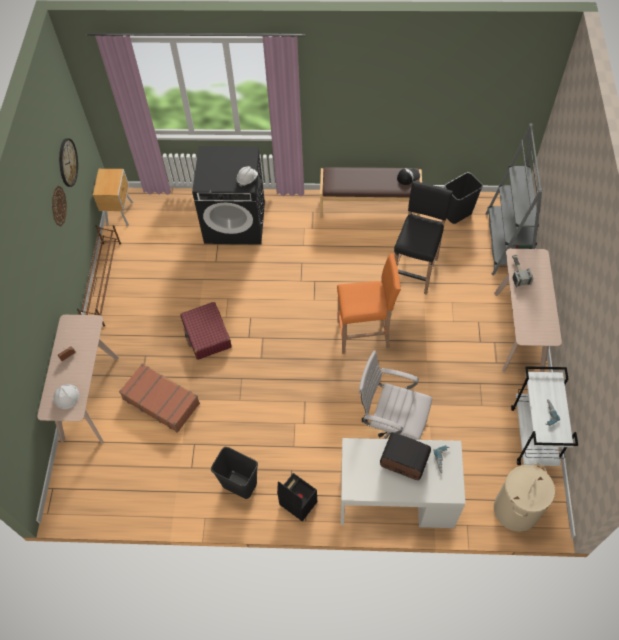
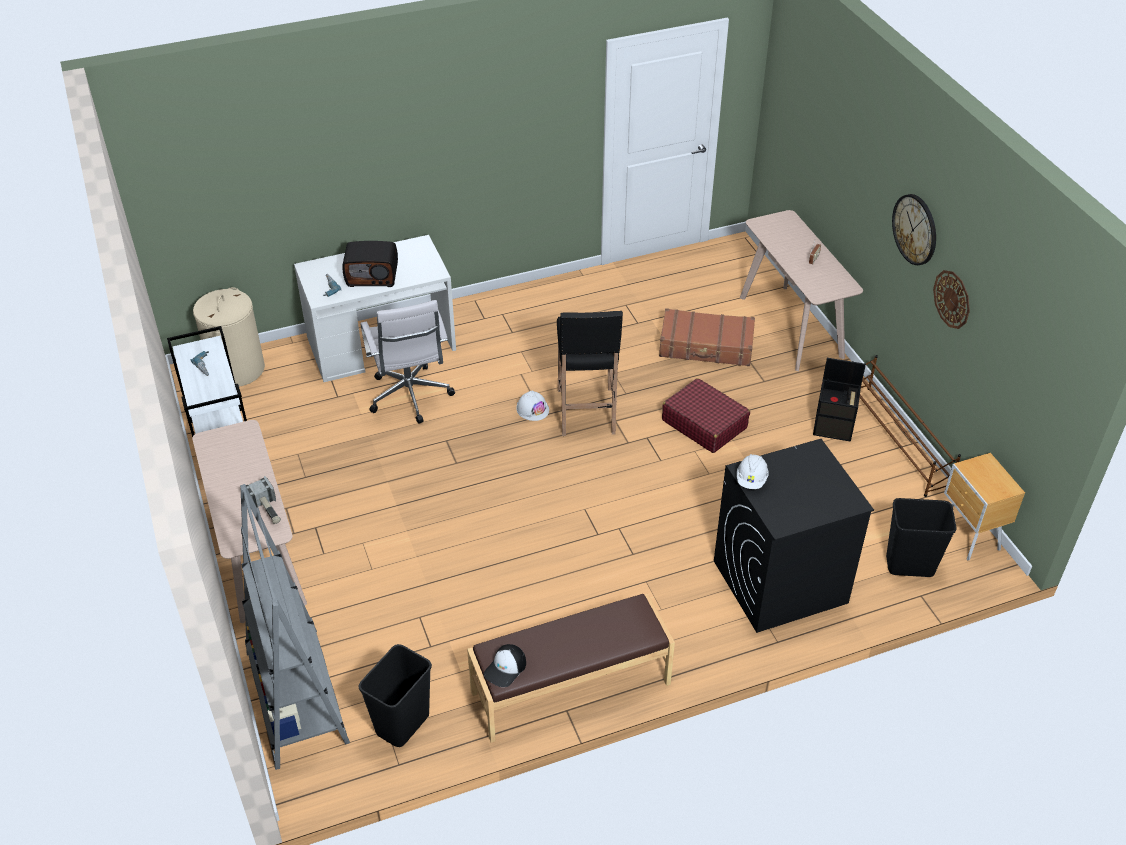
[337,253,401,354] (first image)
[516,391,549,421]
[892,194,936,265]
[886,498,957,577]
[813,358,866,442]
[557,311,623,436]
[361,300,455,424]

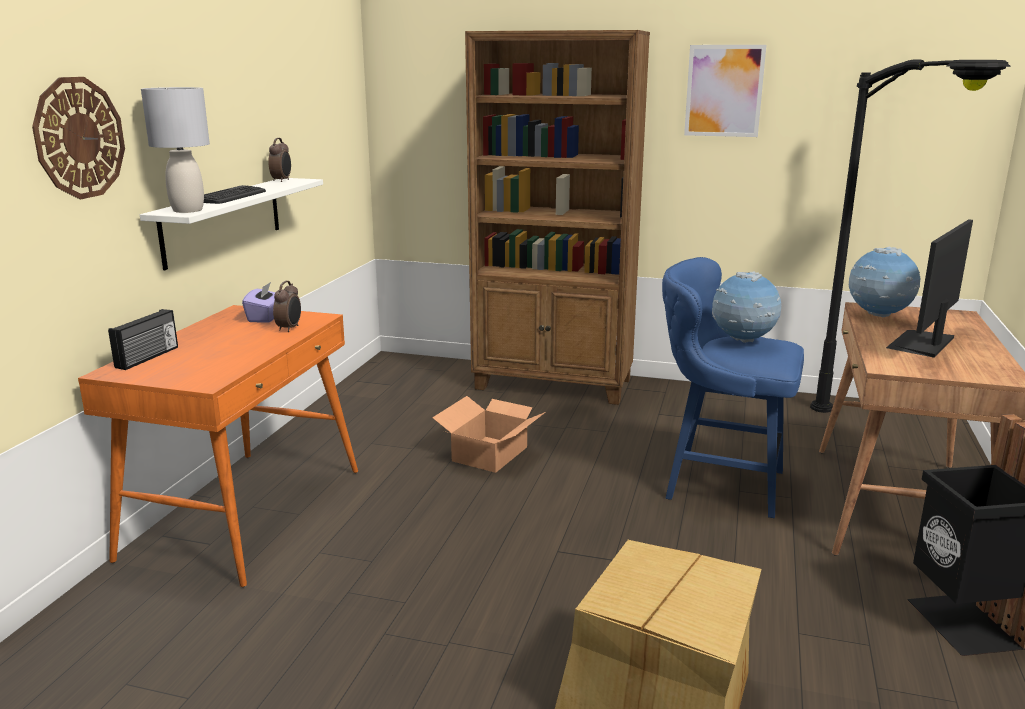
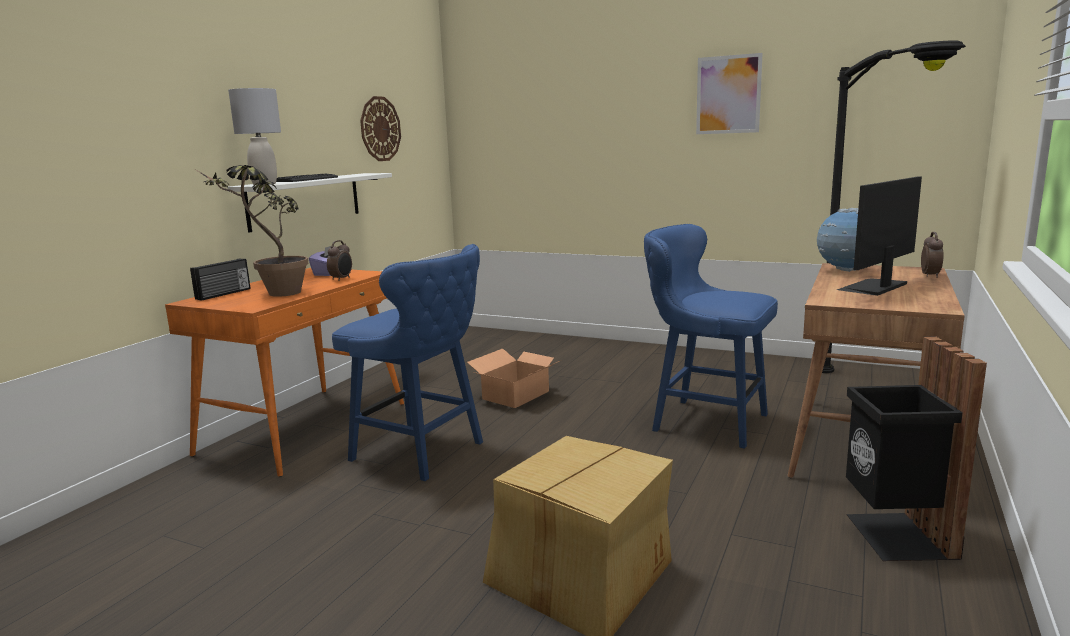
[465,30,650,405] (first image)
[712,271,781,343] (first image)
[196,165,308,297]
[332,244,483,481]
[360,96,401,161]
[921,232,944,278]

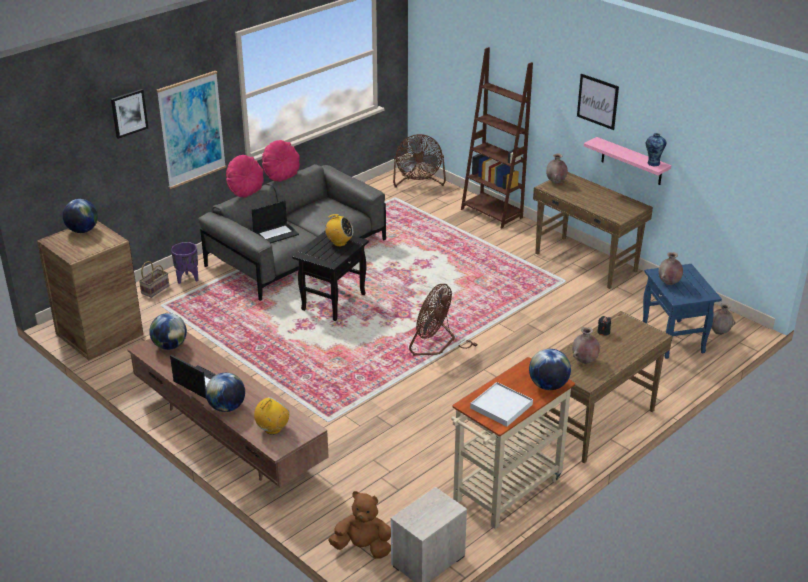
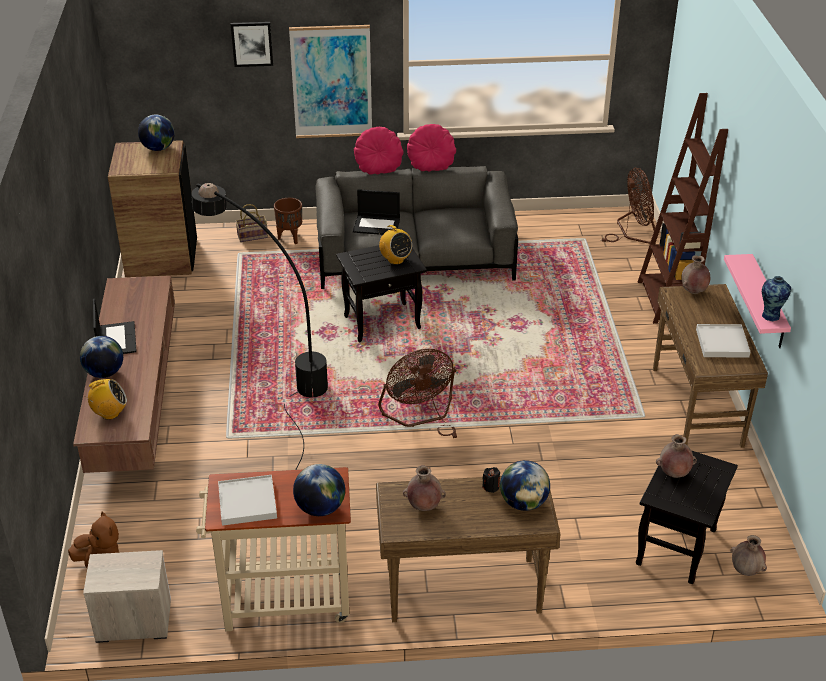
[577,74,619,130] (first image)
[191,183,328,470]
[696,324,750,358]
[500,460,550,511]
[274,198,302,244]
[636,451,738,584]
[601,167,655,245]

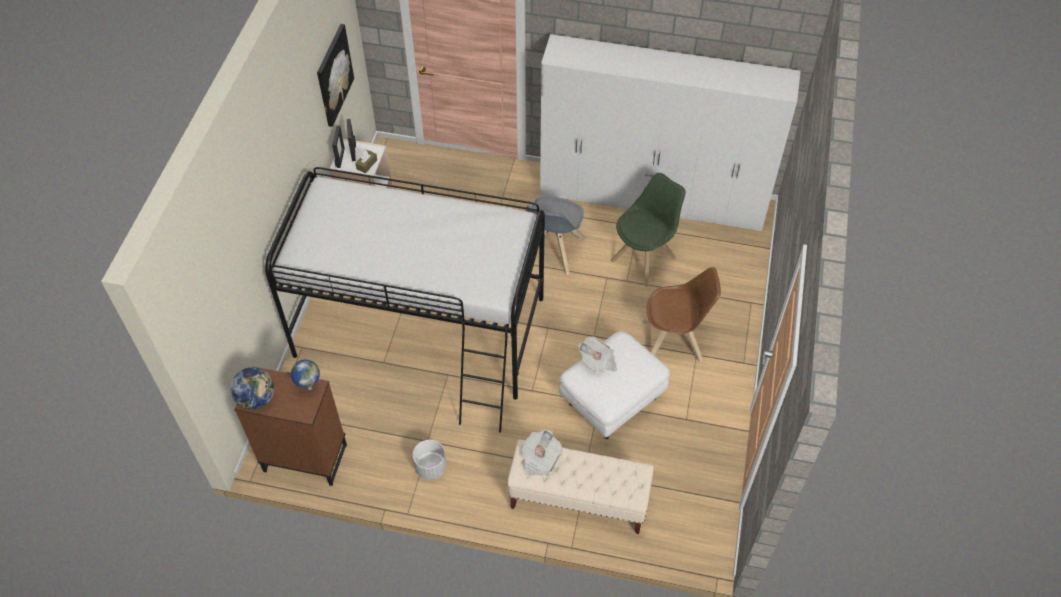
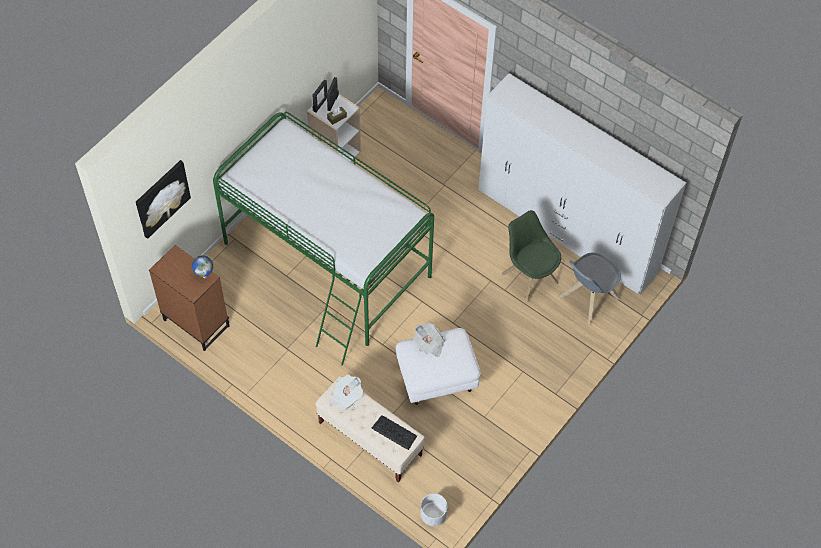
[230,367,274,410] (first image)
[641,267,721,362] (first image)
[372,415,417,450]
[136,160,191,239]
[421,494,448,526]
[559,252,621,324]
[213,112,434,365]
[502,210,561,304]

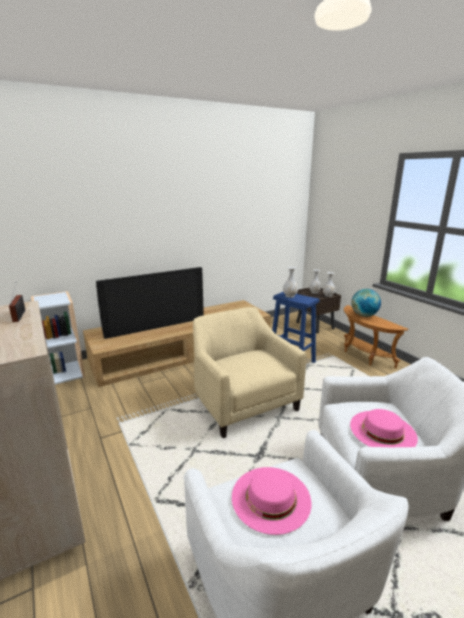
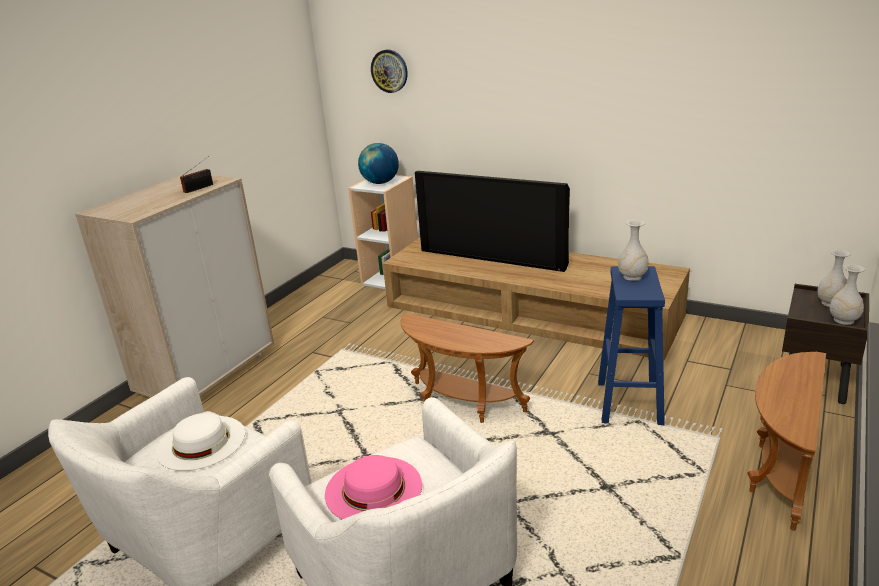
[371,50,408,93]
[358,143,399,184]
[401,313,534,423]
[156,413,245,471]

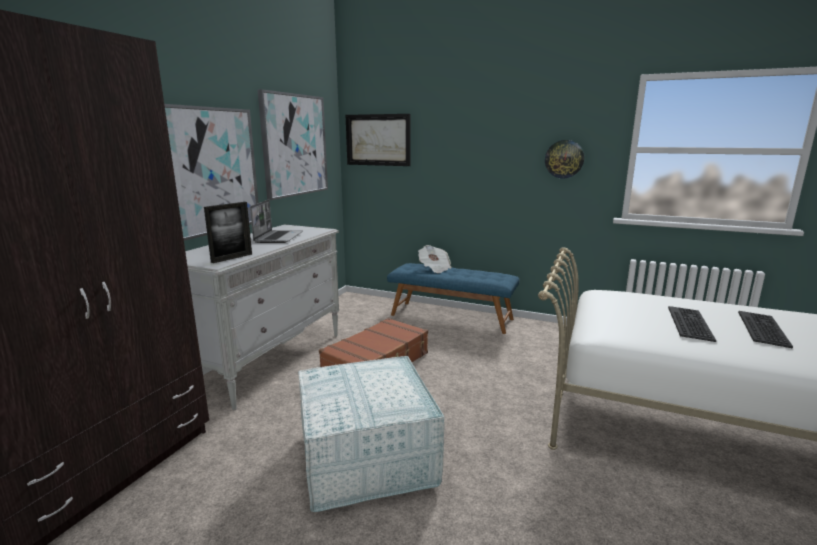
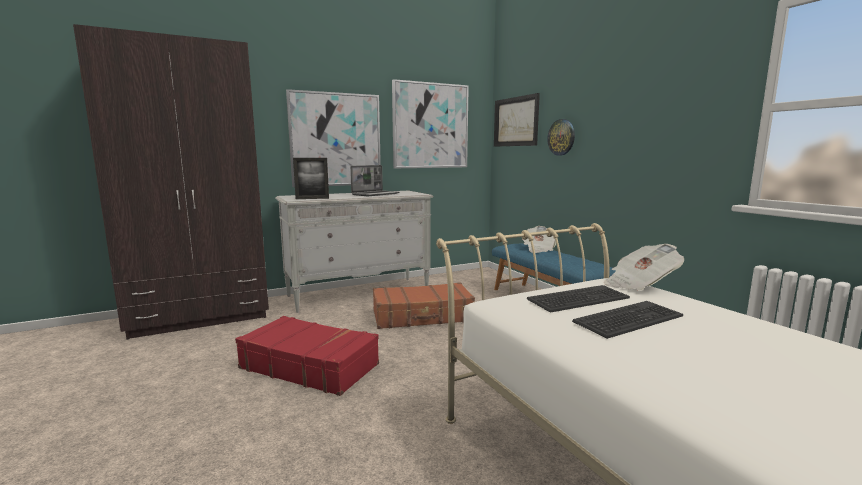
[604,244,684,290]
[547,119,575,155]
[527,285,630,313]
[235,316,379,396]

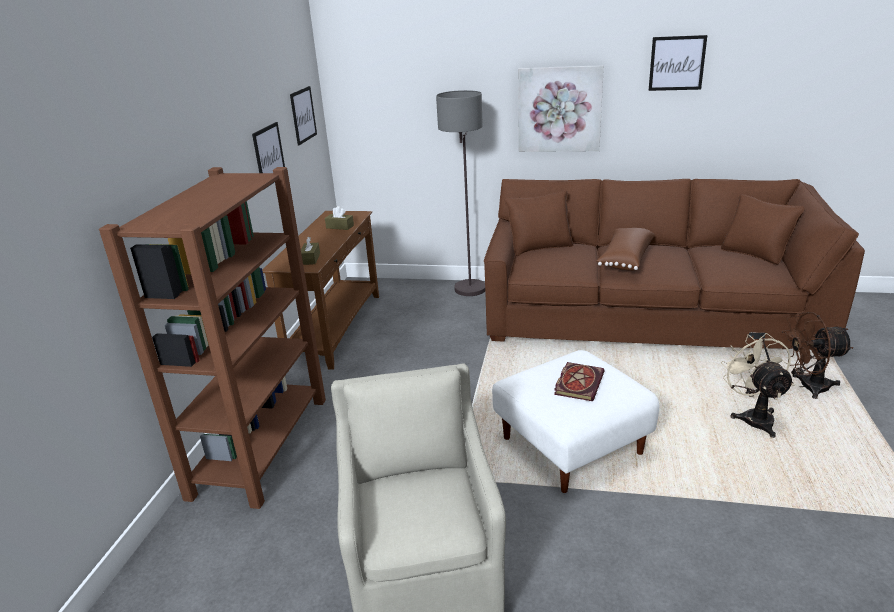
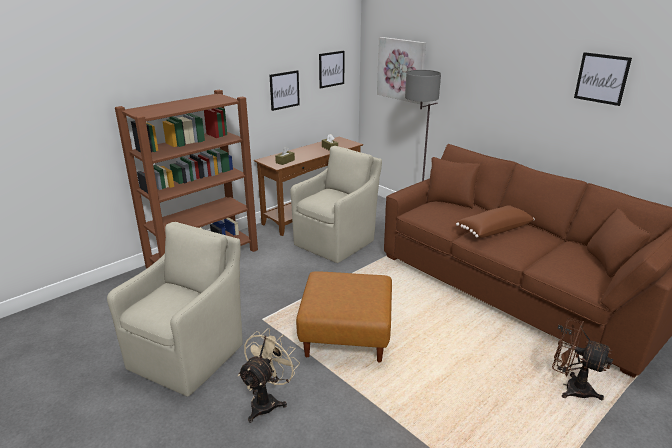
[554,362,605,401] (first image)
[290,146,382,263]
[377,37,426,104]
[238,328,300,423]
[296,271,392,362]

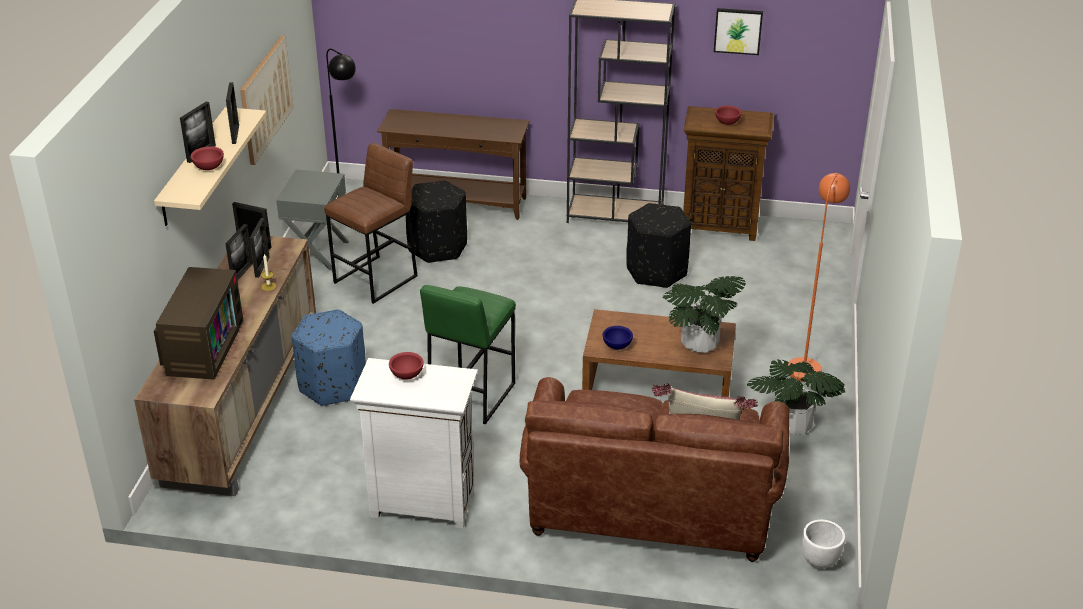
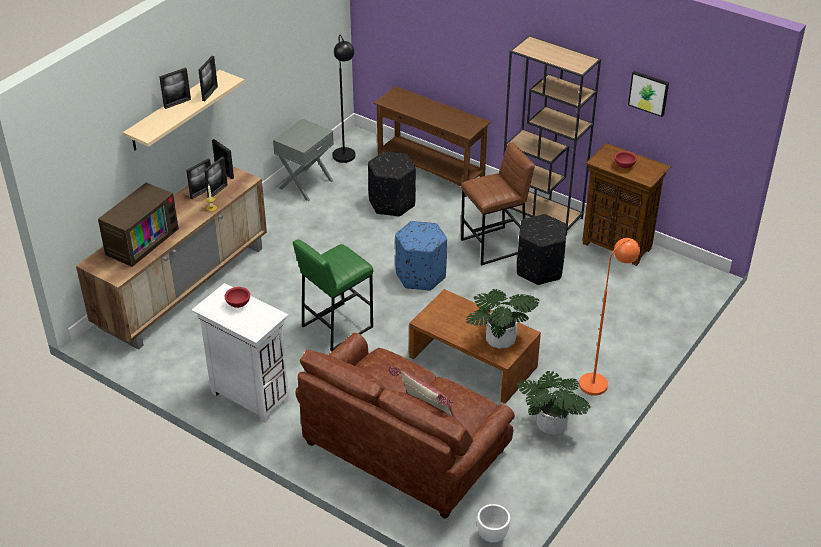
[191,146,224,170] (first image)
[240,36,294,165] (first image)
[603,326,633,350] (first image)
[395,221,447,291]
[461,142,535,266]

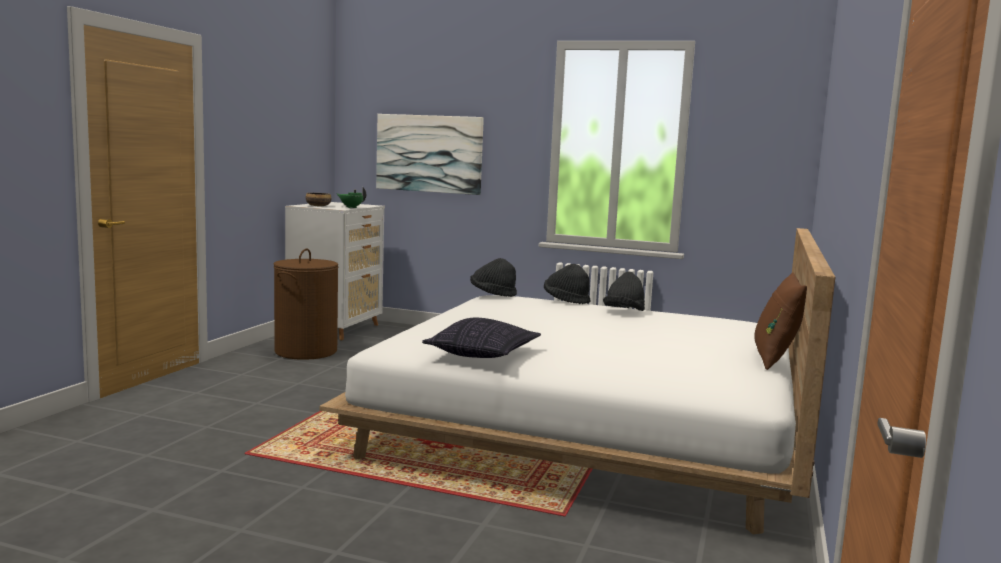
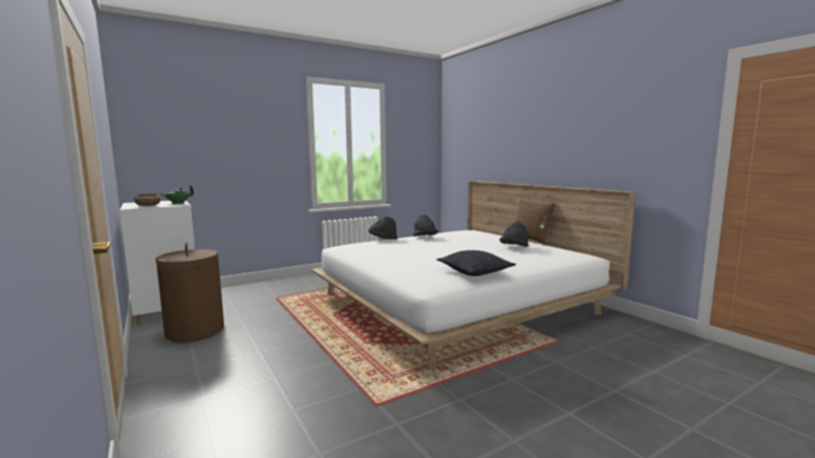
[376,114,484,195] (first image)
[499,221,528,247]

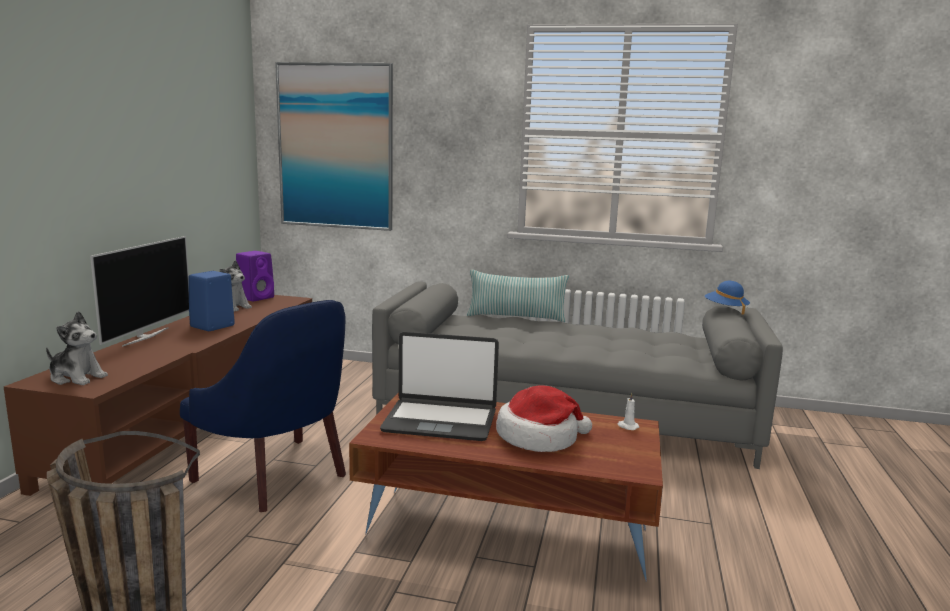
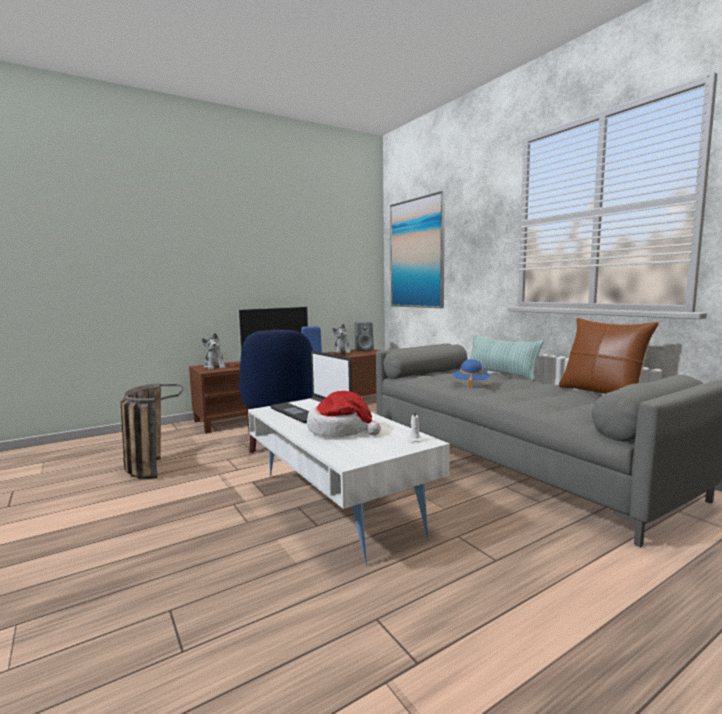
[559,318,659,394]
[453,359,490,388]
[355,321,374,351]
[248,406,450,566]

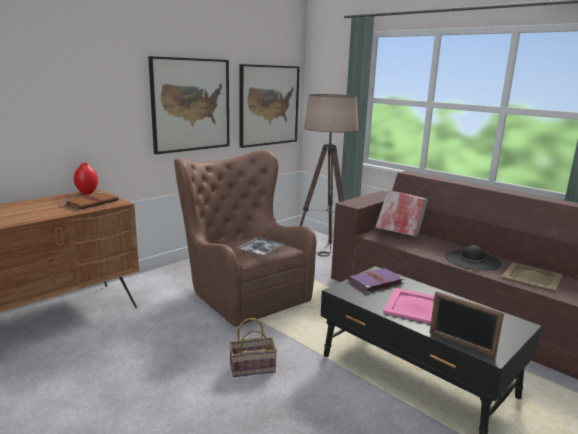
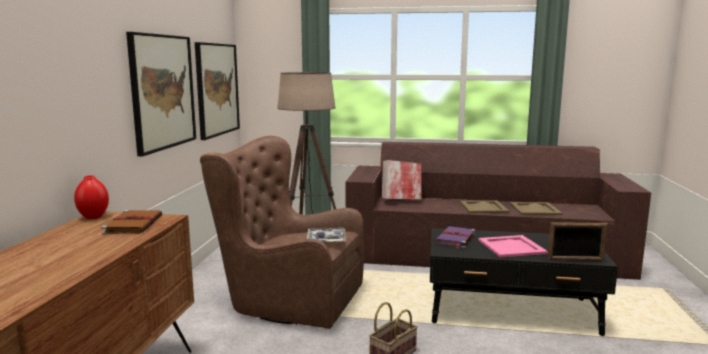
[460,200,509,213]

